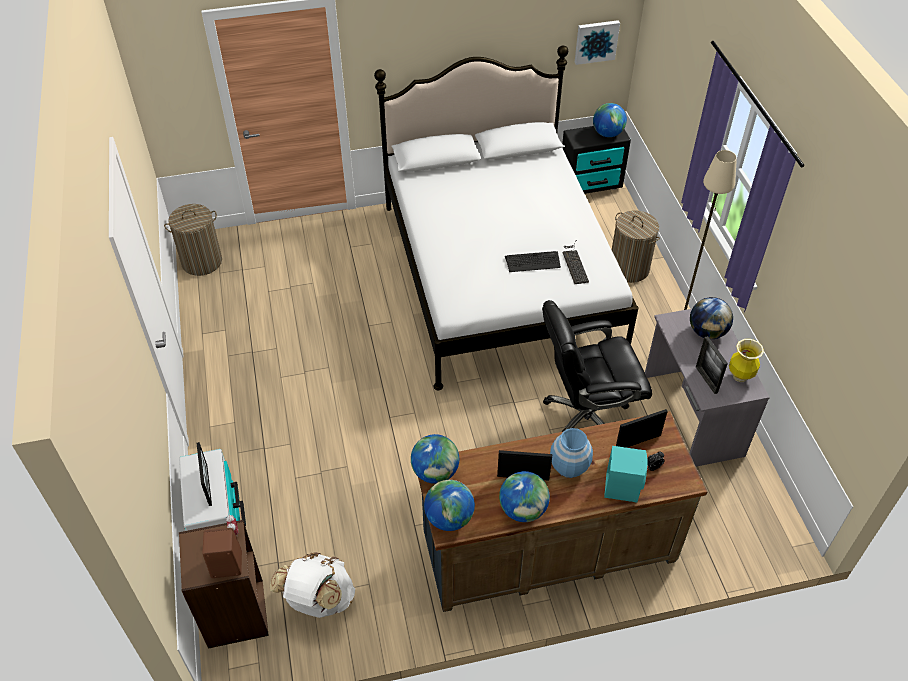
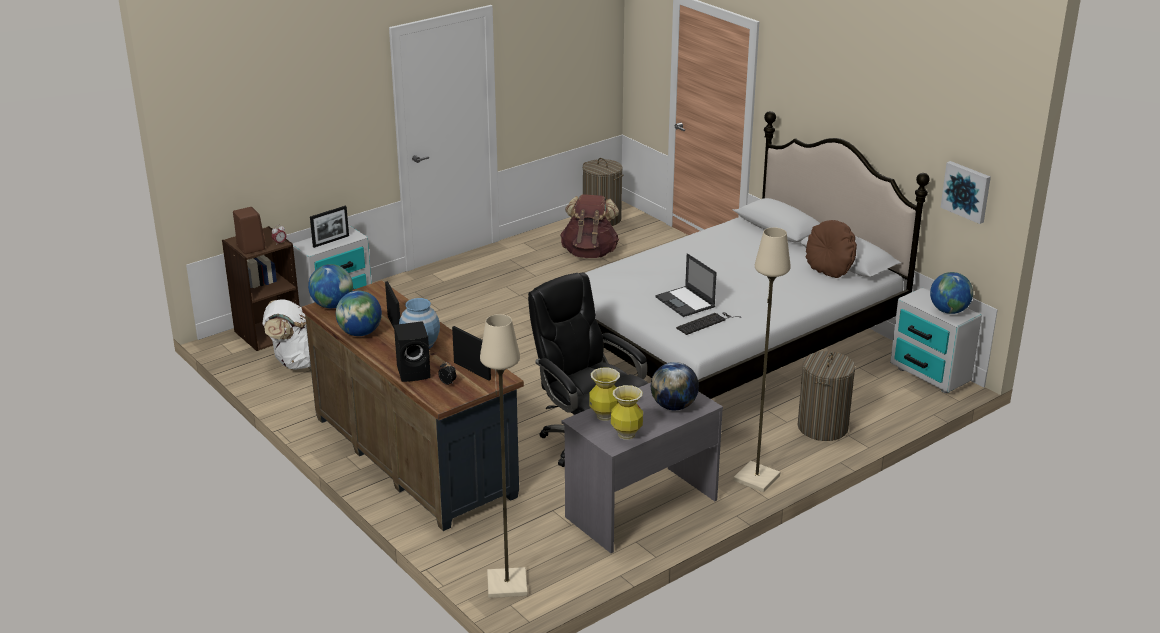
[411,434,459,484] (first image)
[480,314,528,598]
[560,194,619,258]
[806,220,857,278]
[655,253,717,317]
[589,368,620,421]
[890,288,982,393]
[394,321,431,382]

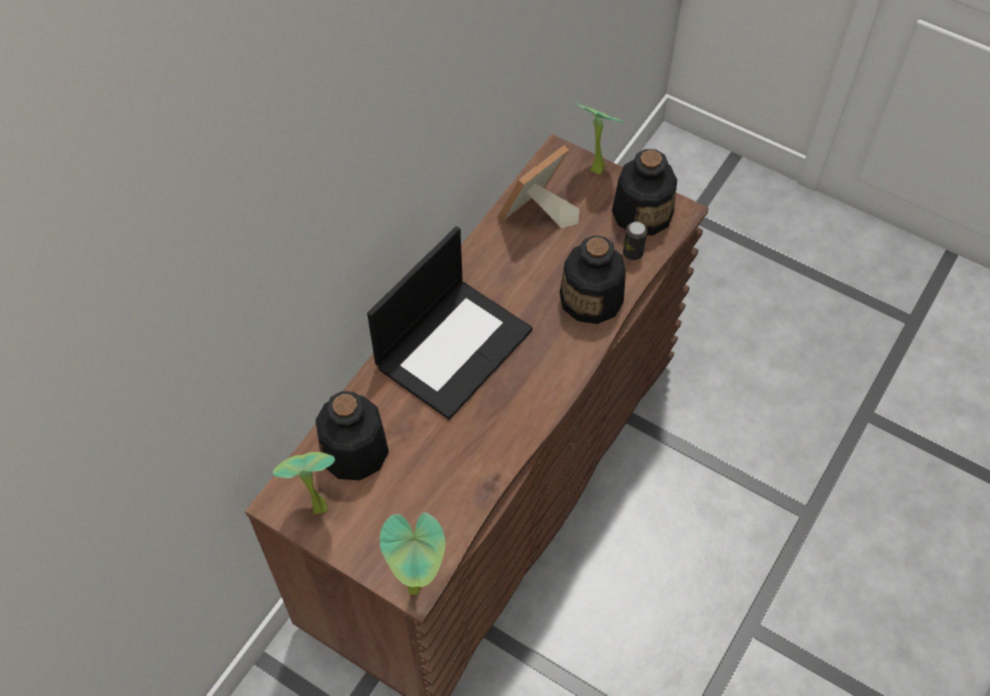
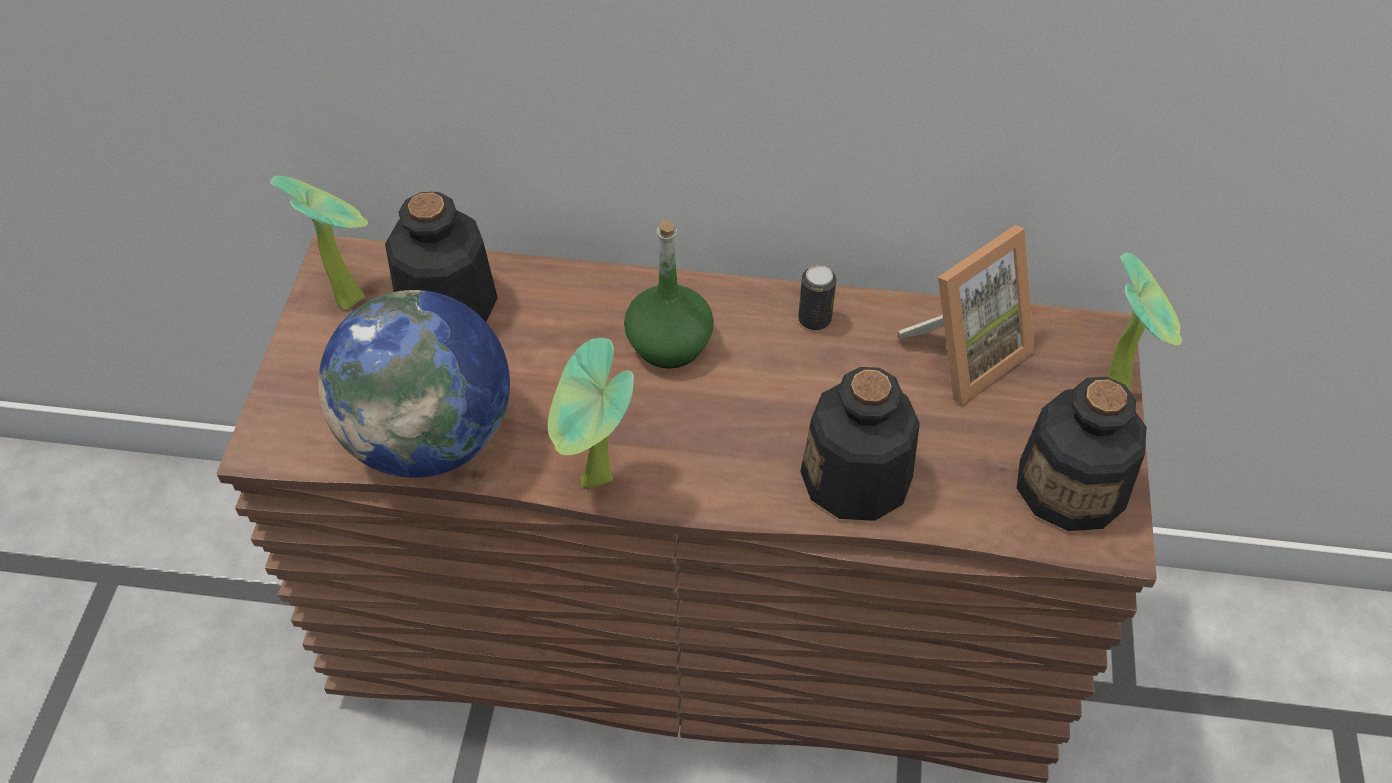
[318,290,510,478]
[548,338,634,488]
[798,265,836,330]
[624,221,714,369]
[897,225,1034,404]

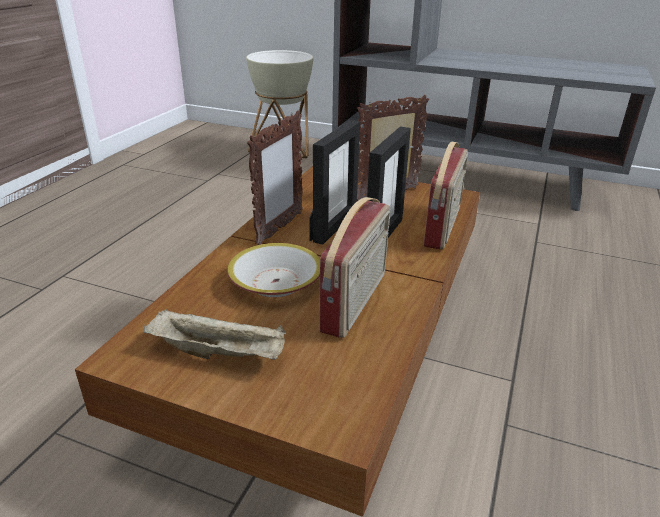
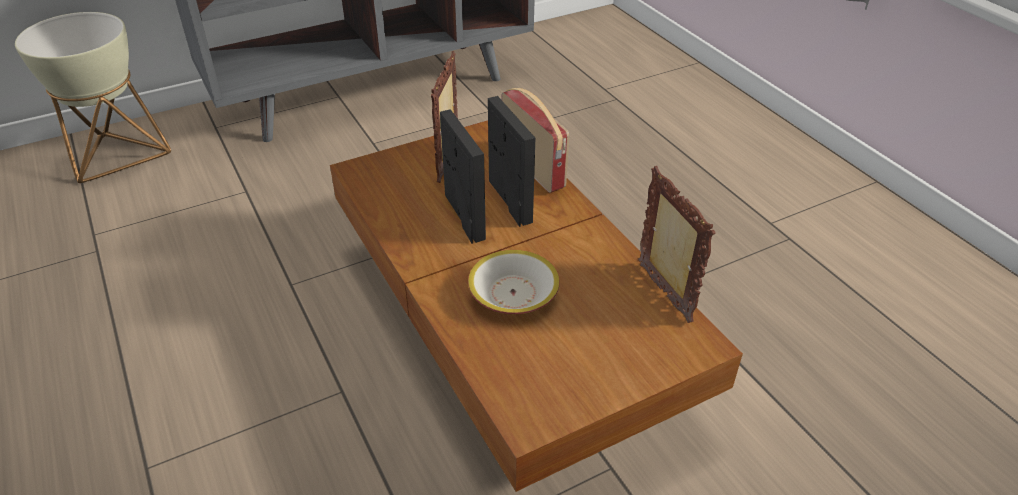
[144,308,285,360] (first image)
[320,197,390,338] (first image)
[638,166,716,323]

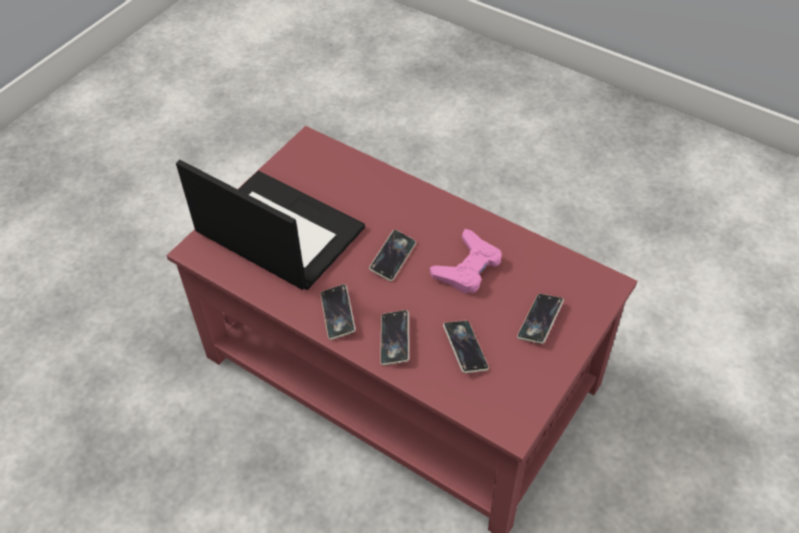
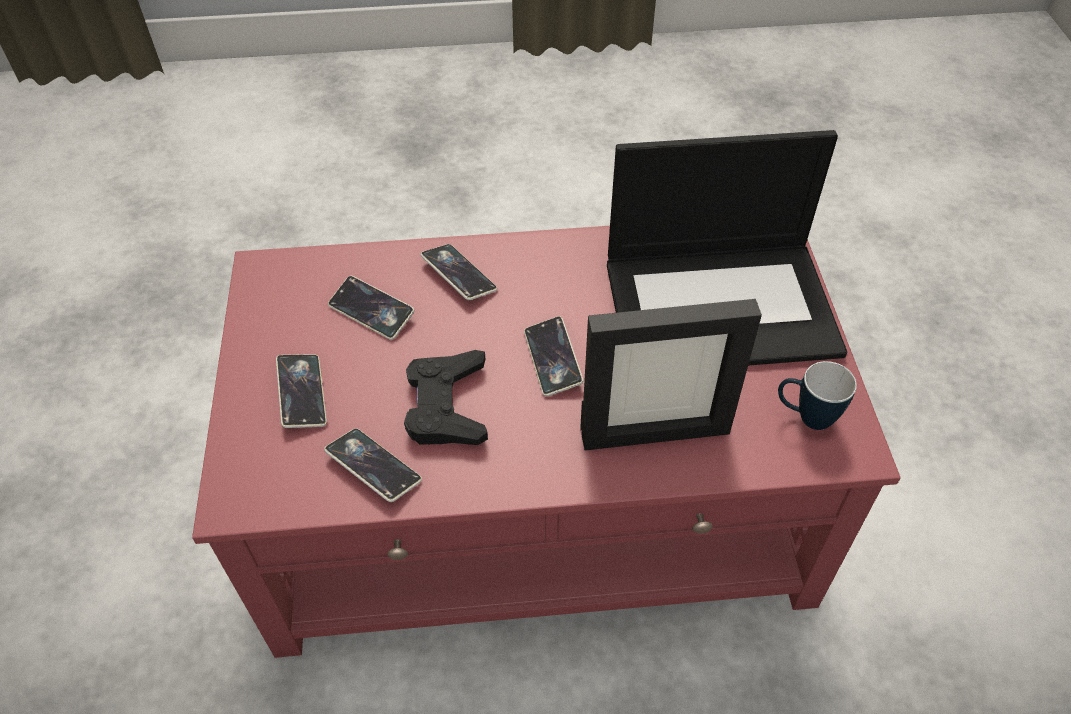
[580,299,762,450]
[778,361,857,430]
[324,429,422,502]
[404,350,488,445]

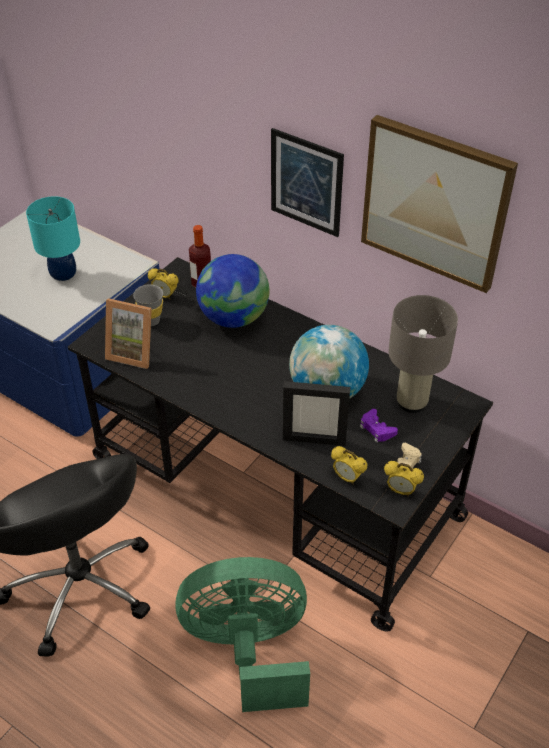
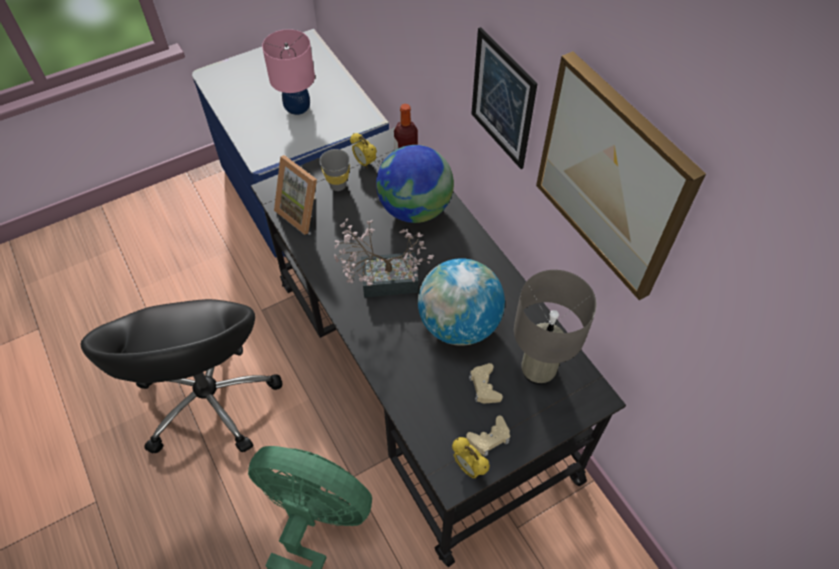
[283,381,350,446] (first image)
[331,446,368,484] (first image)
[334,218,434,298]
[262,29,315,115]
[469,363,503,404]

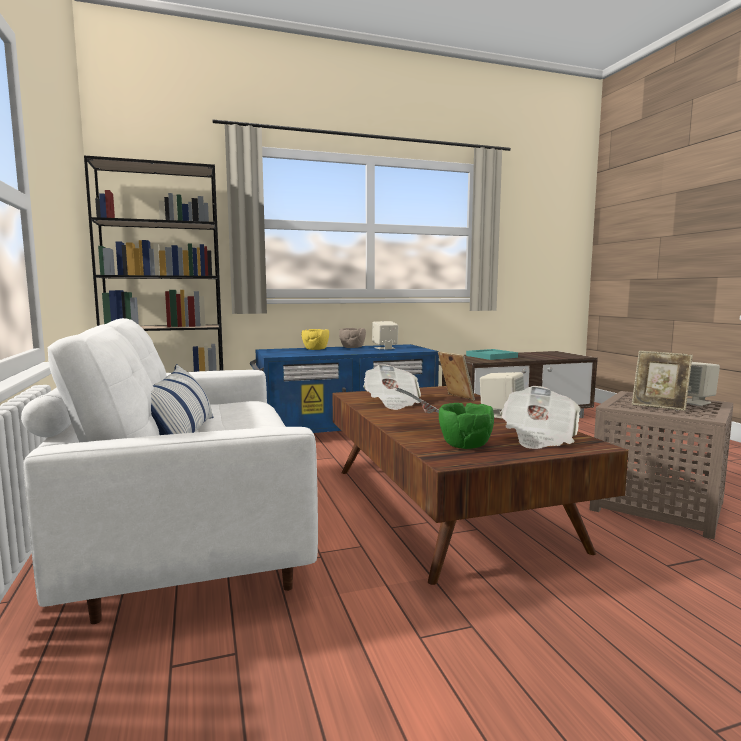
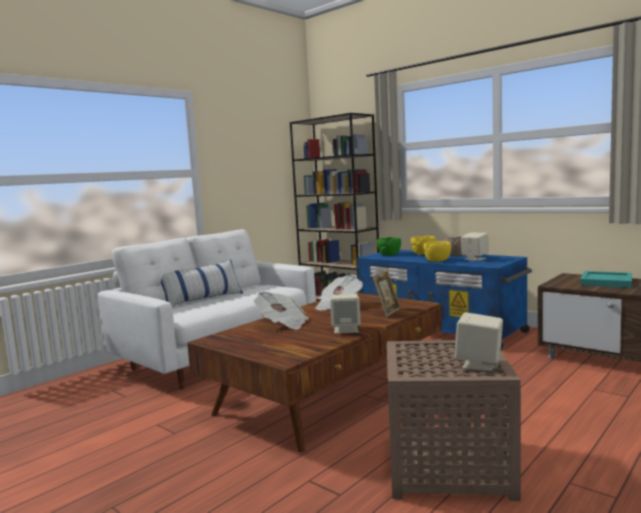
[500,386,581,449] (first image)
[632,351,693,411] (first image)
[424,241,451,262]
[377,237,401,256]

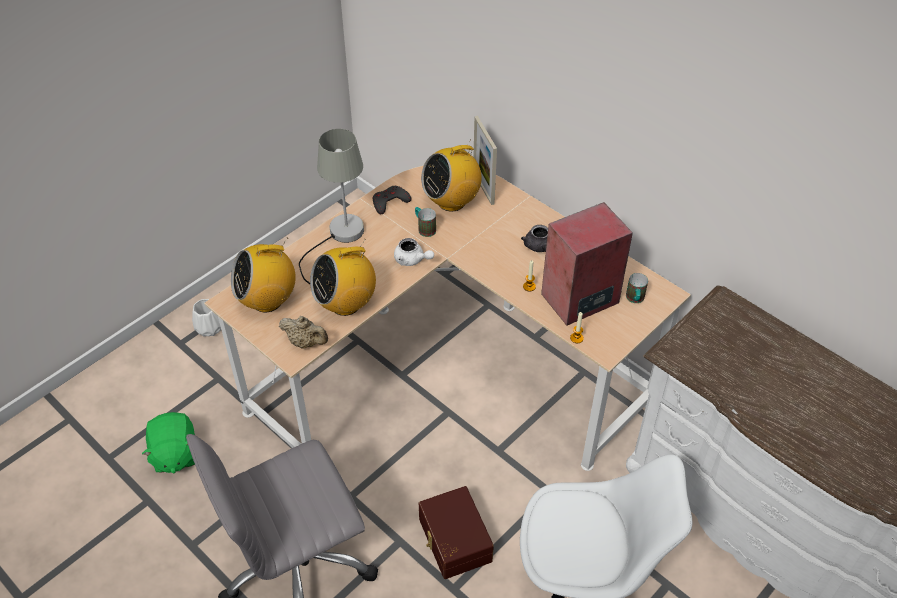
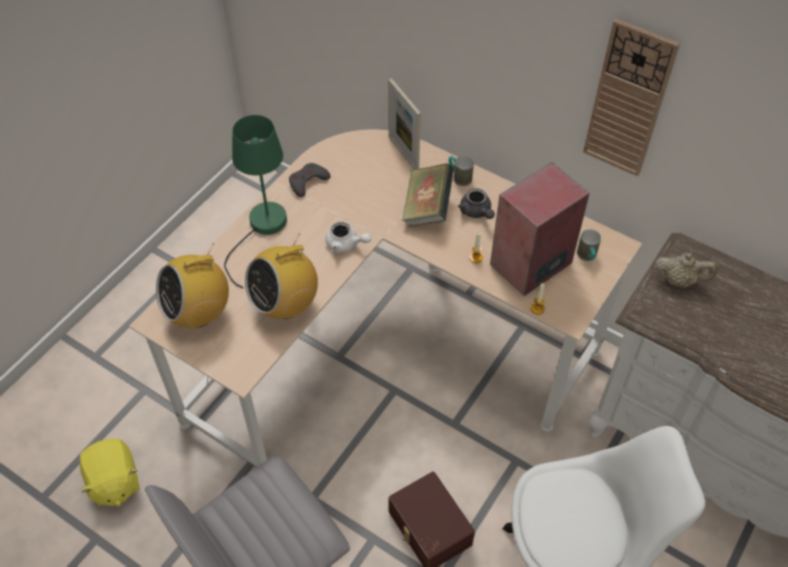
[192,299,221,337] (first image)
[421,140,482,211] (first image)
[402,163,454,227]
[583,19,680,176]
[655,253,717,288]
[449,156,474,186]
[80,438,140,506]
[224,115,287,288]

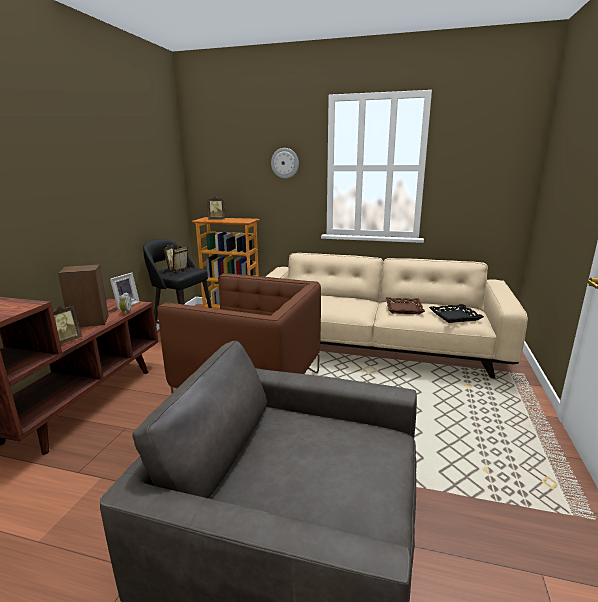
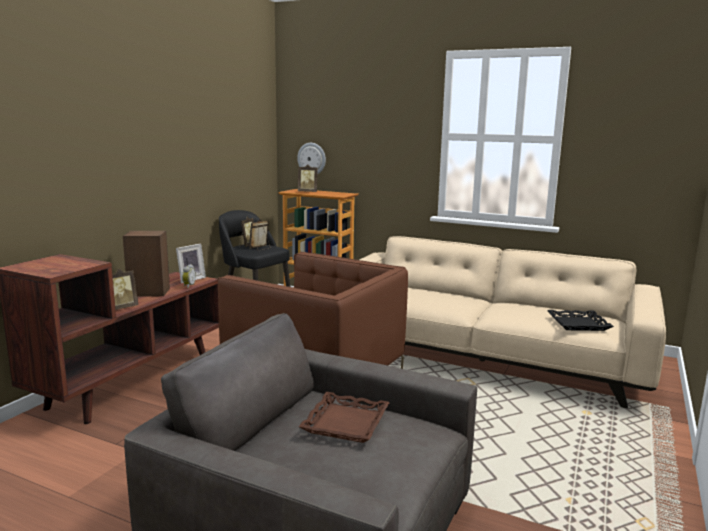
[297,143,326,174]
[298,392,390,443]

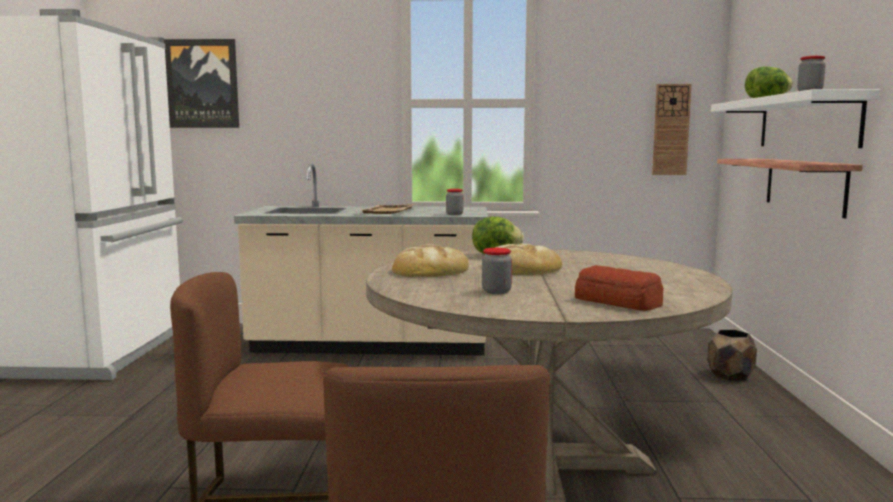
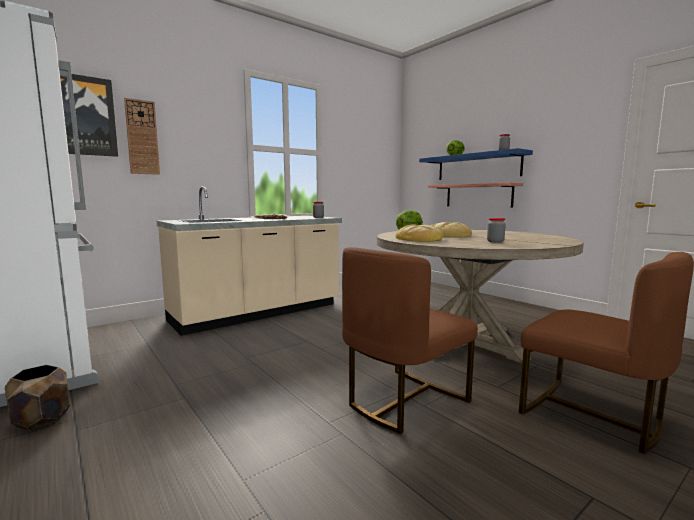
[575,265,664,311] (first image)
[124,98,160,175]
[5,365,70,431]
[419,148,533,180]

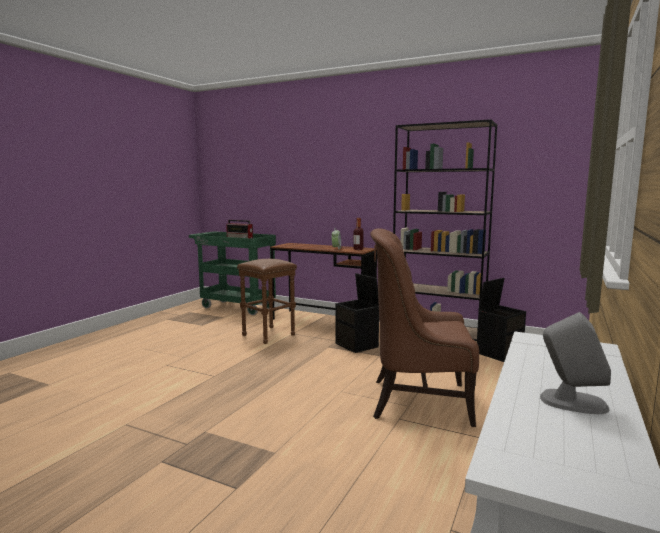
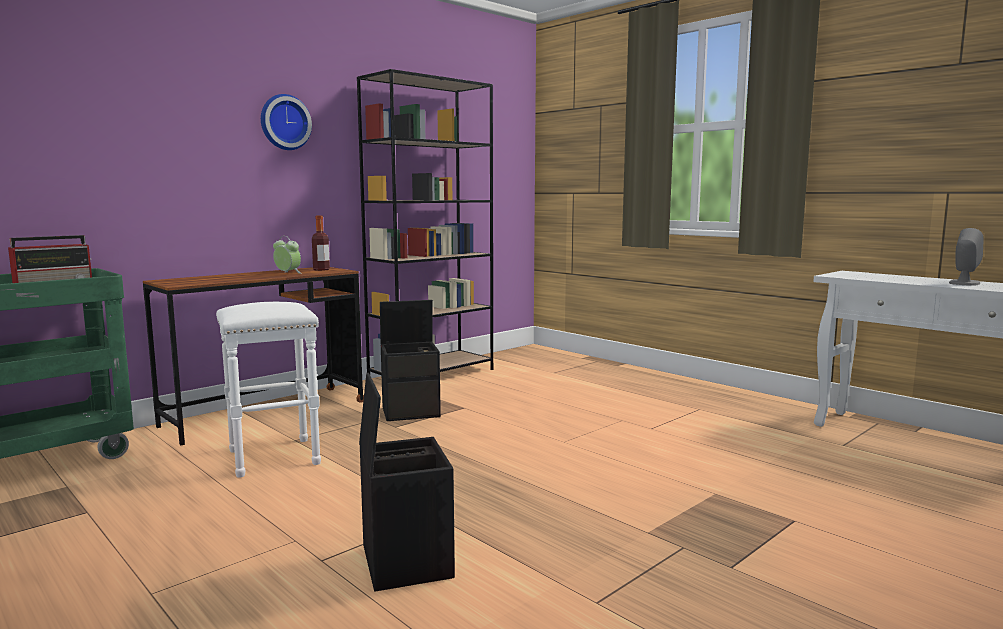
[370,228,479,427] (first image)
[261,94,312,150]
[359,373,455,592]
[216,302,321,478]

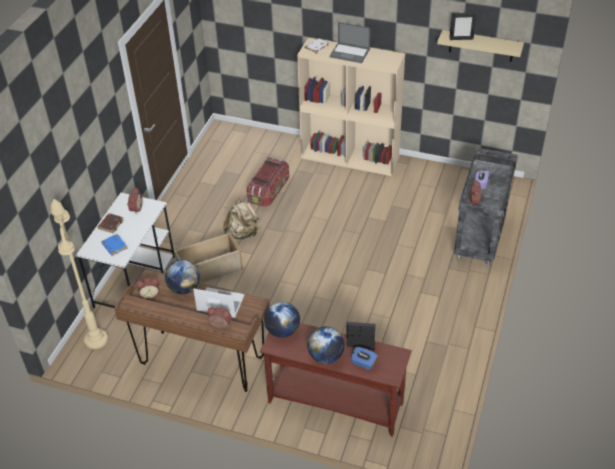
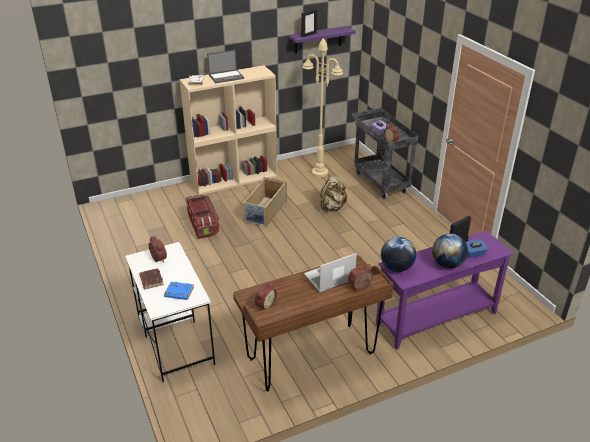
[165,260,200,294] (first image)
[303,38,343,177]
[243,177,287,227]
[320,174,347,212]
[376,231,514,350]
[289,26,356,53]

